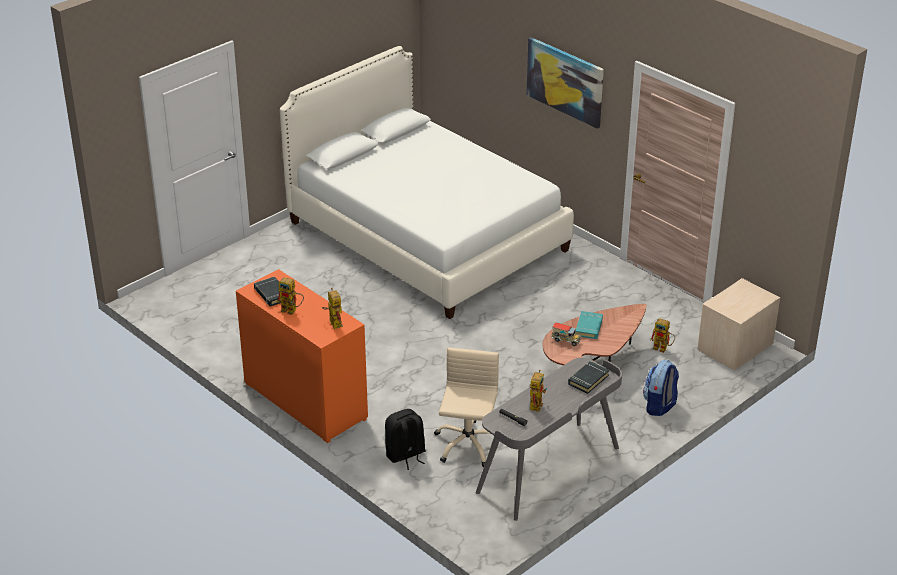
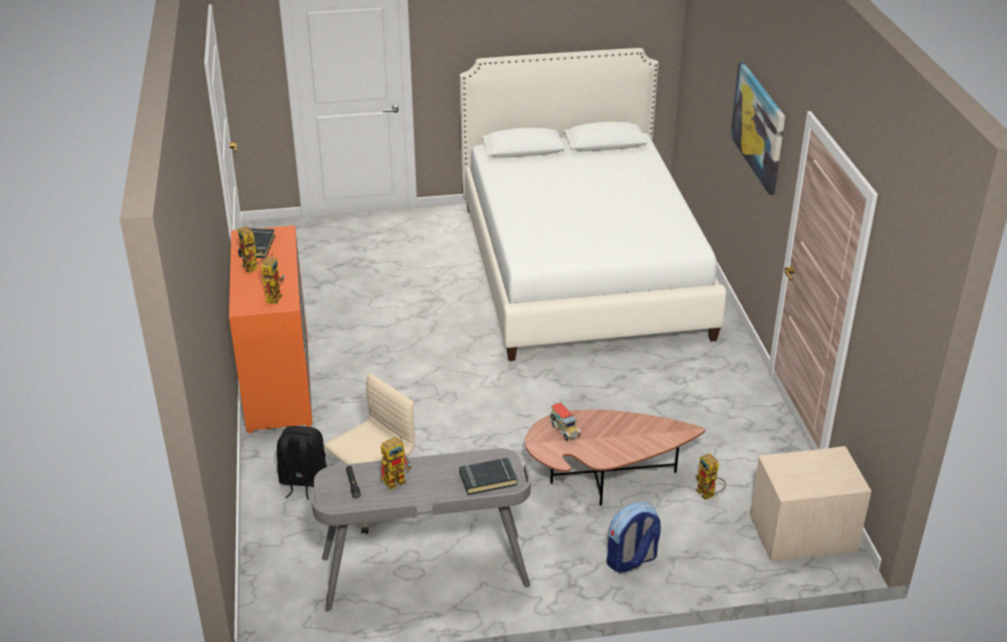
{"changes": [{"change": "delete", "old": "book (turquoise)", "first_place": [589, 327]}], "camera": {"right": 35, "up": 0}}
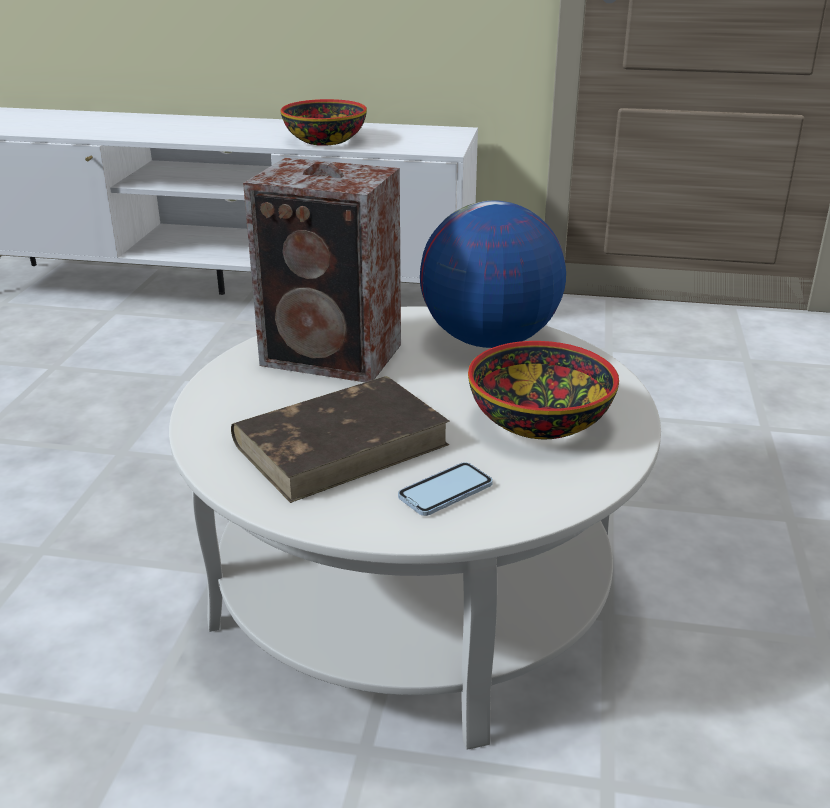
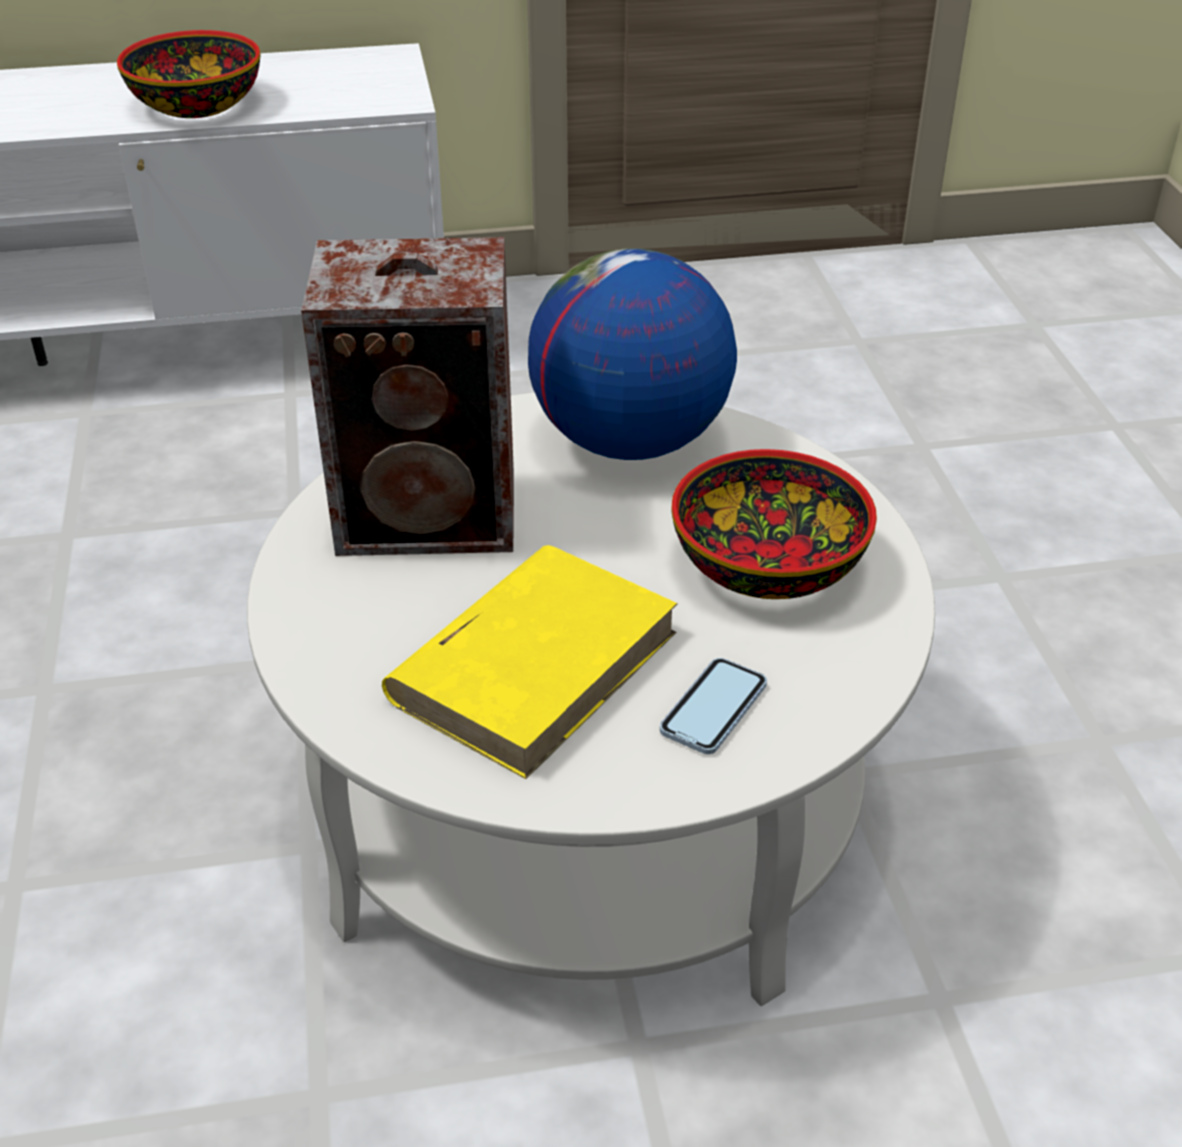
{"changes": [{"change": "recolor", "old": "book (brown)", "new": "book (yellow)", "first_place": [342, 443], "second_place": [535, 664]}], "camera": {"right": -20, "up": 10}}
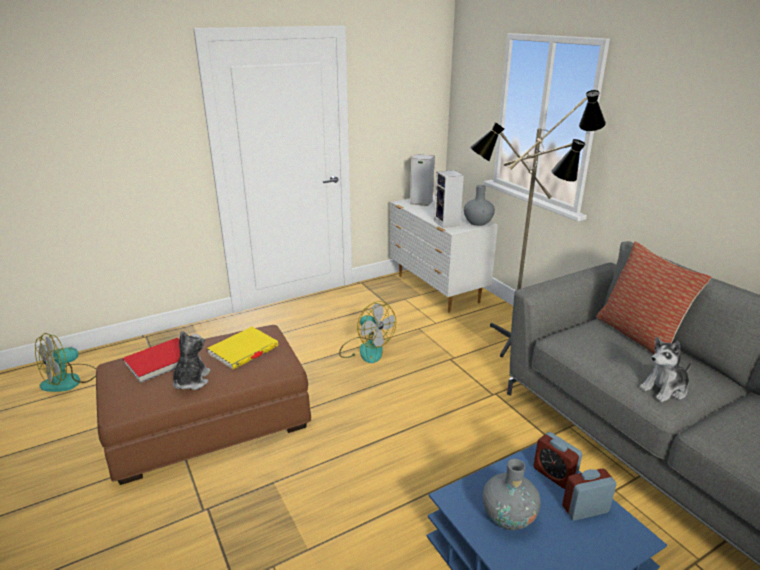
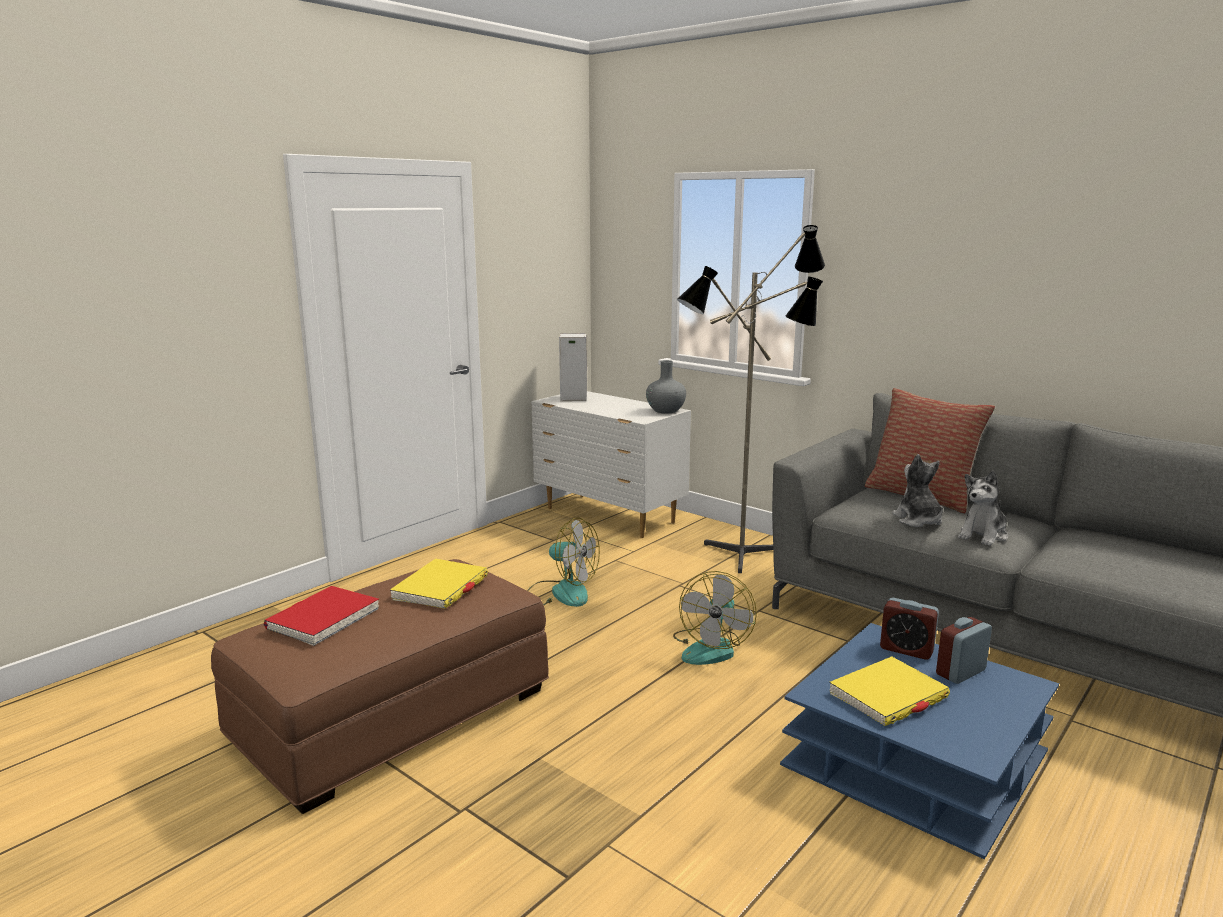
{"changes": [{"change": "move", "old": "fan", "first_place": [70, 380], "second_place": [711, 648]}, {"change": "replace", "old": "vase (grey)", "new": "book (yellow)", "first_place": [508, 516], "second_place": [888, 696]}, {"change": "move", "old": "plush toy", "first_place": [191, 381], "second_place": [917, 520]}, {"change": "delete", "old": "speaker", "first_place": [447, 223]}], "camera": {"right": -20, "up": -10}}
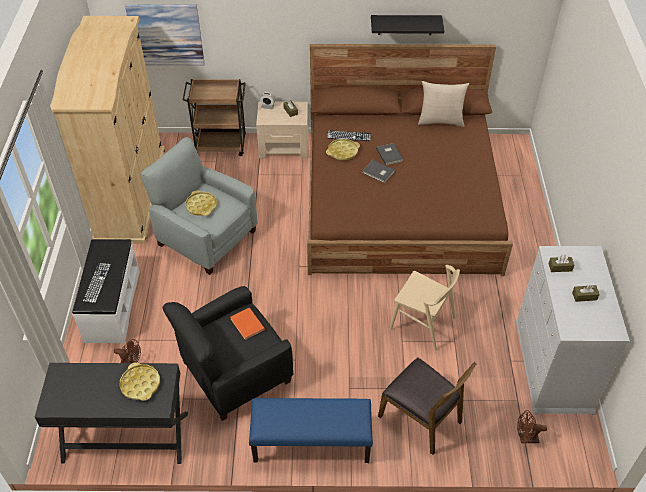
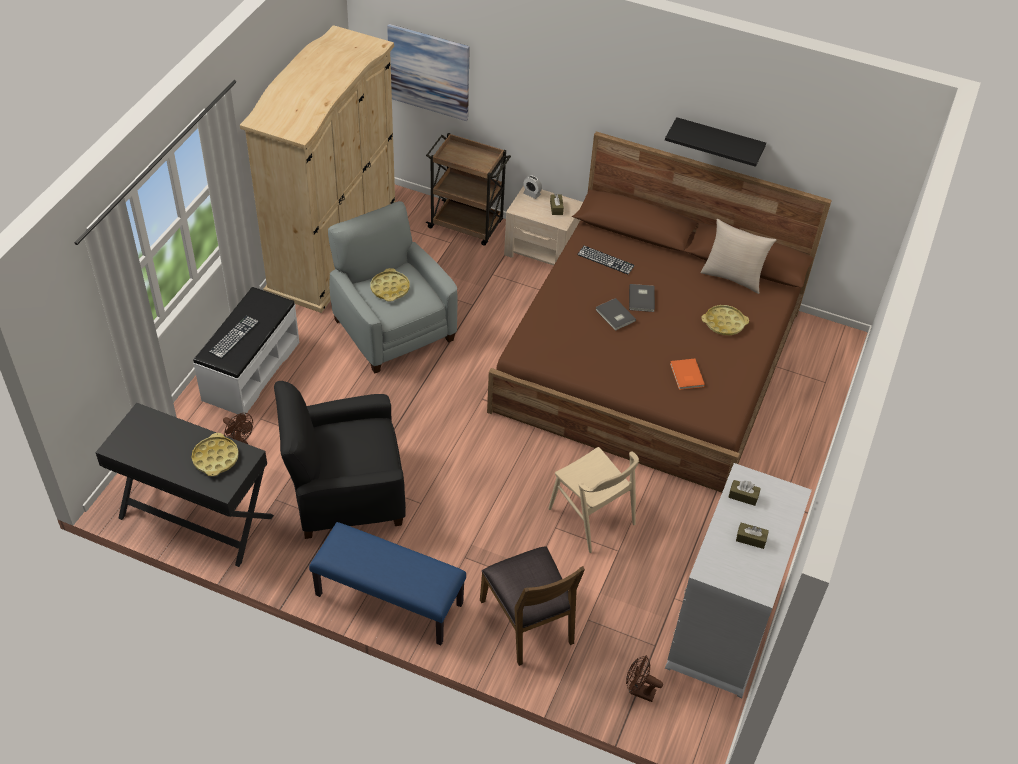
{"changes": [{"change": "move", "old": "book (orange)", "first_place": [246, 325], "second_place": [686, 375]}, {"change": "move", "old": "tray (yellow)", "first_place": [343, 152], "second_place": [724, 323]}], "camera": {"right": 20, "up": 0}}
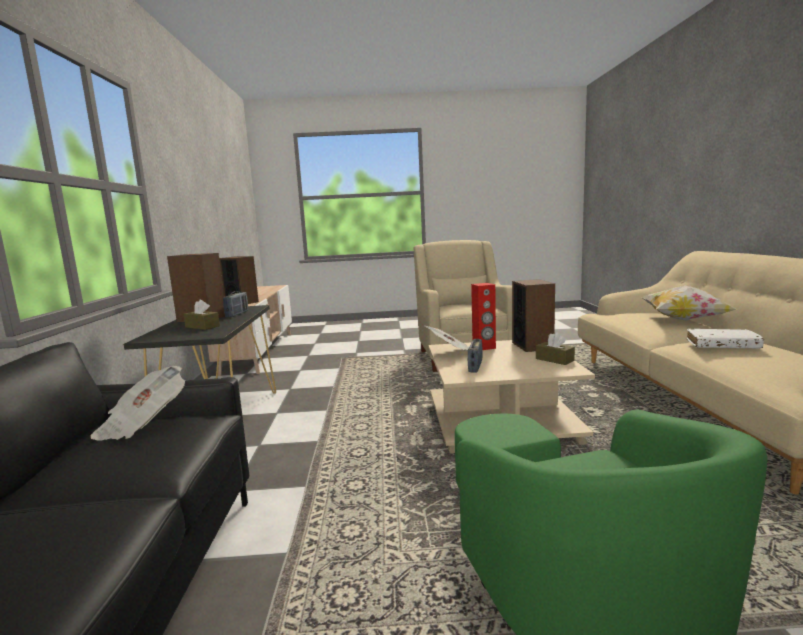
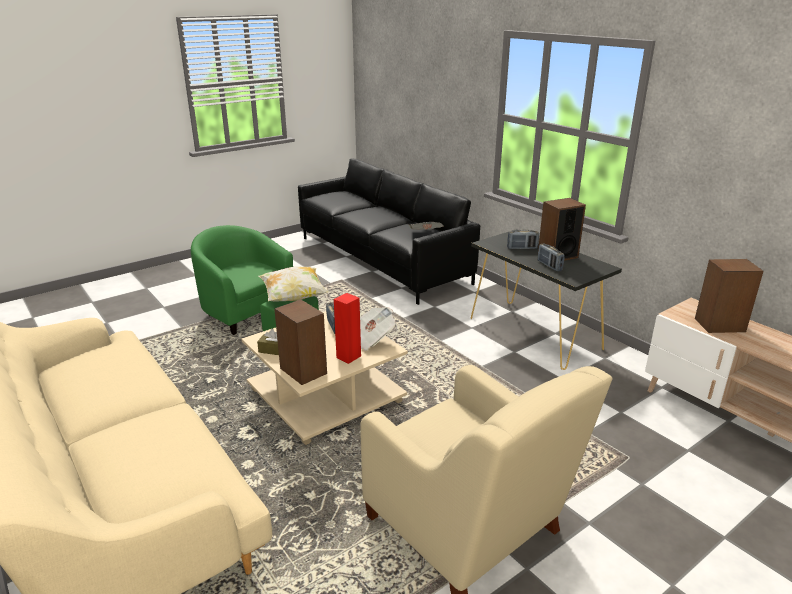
{"changes": [{"change": "move", "old": "pillow", "first_place": [683, 320], "second_place": [294, 297]}, {"change": "replace", "old": "tissue box (brown)", "new": "radio", "first_place": [202, 326], "second_place": [522, 248]}, {"change": "delete", "old": "book (white)", "first_place": [722, 345]}], "camera": {"right": 145, "up": 15}}
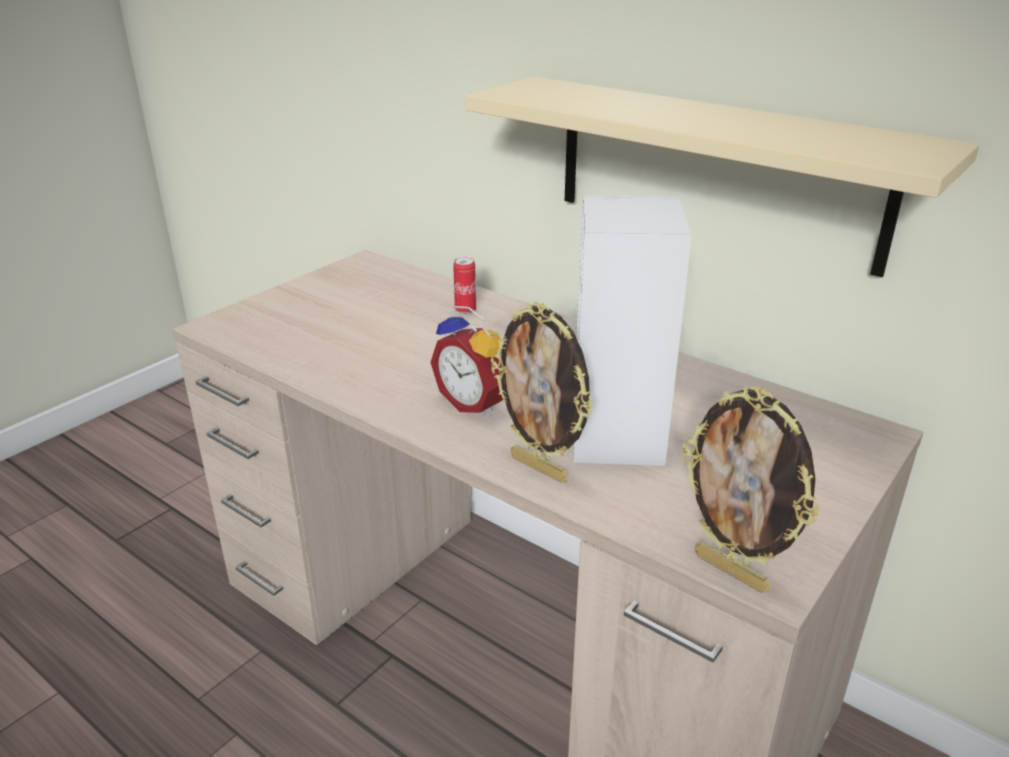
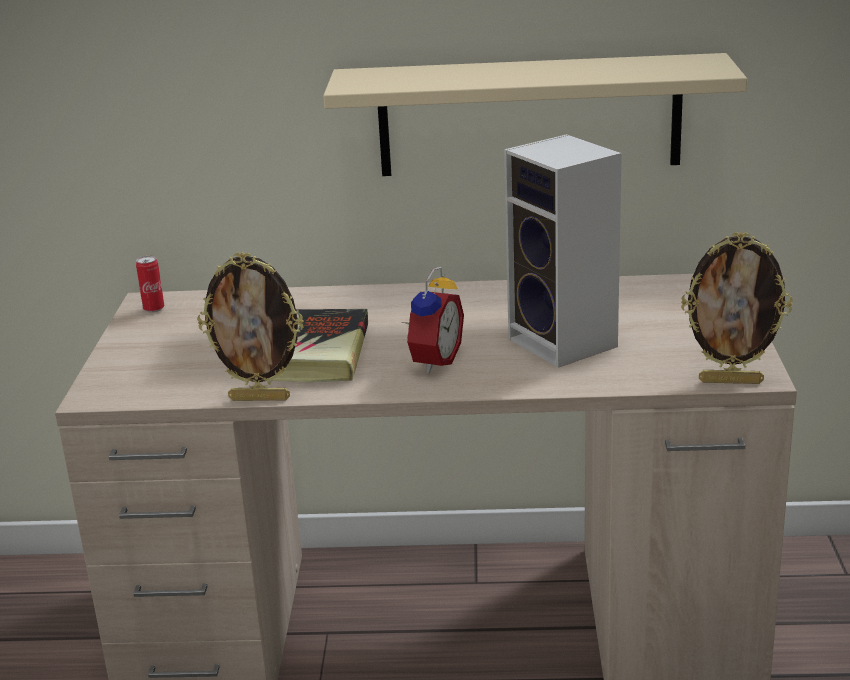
{"changes": [{"change": "move", "old": "can", "first_place": [465, 310], "second_place": [154, 309]}, {"change": "move", "old": "picture frame", "first_place": [540, 468], "second_place": [260, 398]}, {"change": "insert", "new": "book", "second_place": [319, 354]}, {"change": "rotate", "old": "alarm clock", "first_place": [475, 403], "second_place": [432, 361], "degrees": -75}], "camera": {"right": -35, "up": -5}}
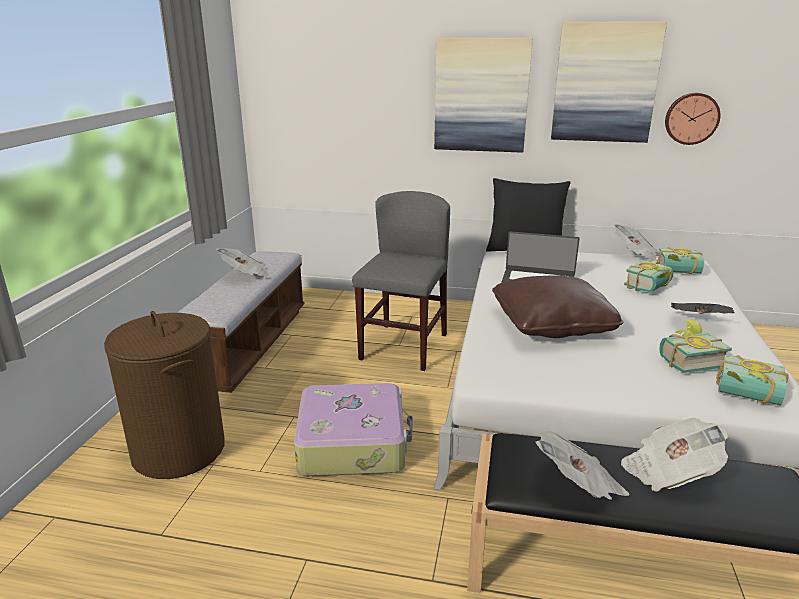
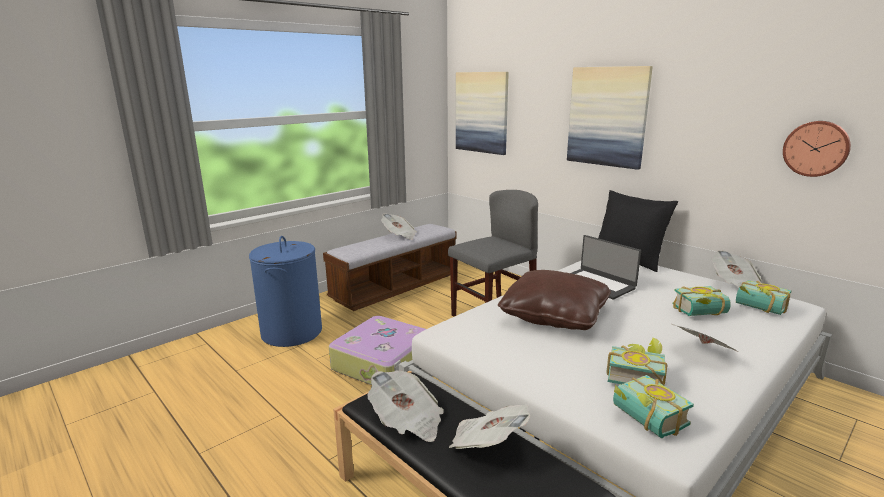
{"changes": [{"change": "recolor", "old": "laundry basket (brown)", "new": "laundry basket (blue)", "first_place": [179, 450], "second_place": [292, 332]}, {"change": "move", "old": "picture", "first_place": [605, 83], "second_place": [482, 112]}], "camera": {"right": 35, "up": -5}}
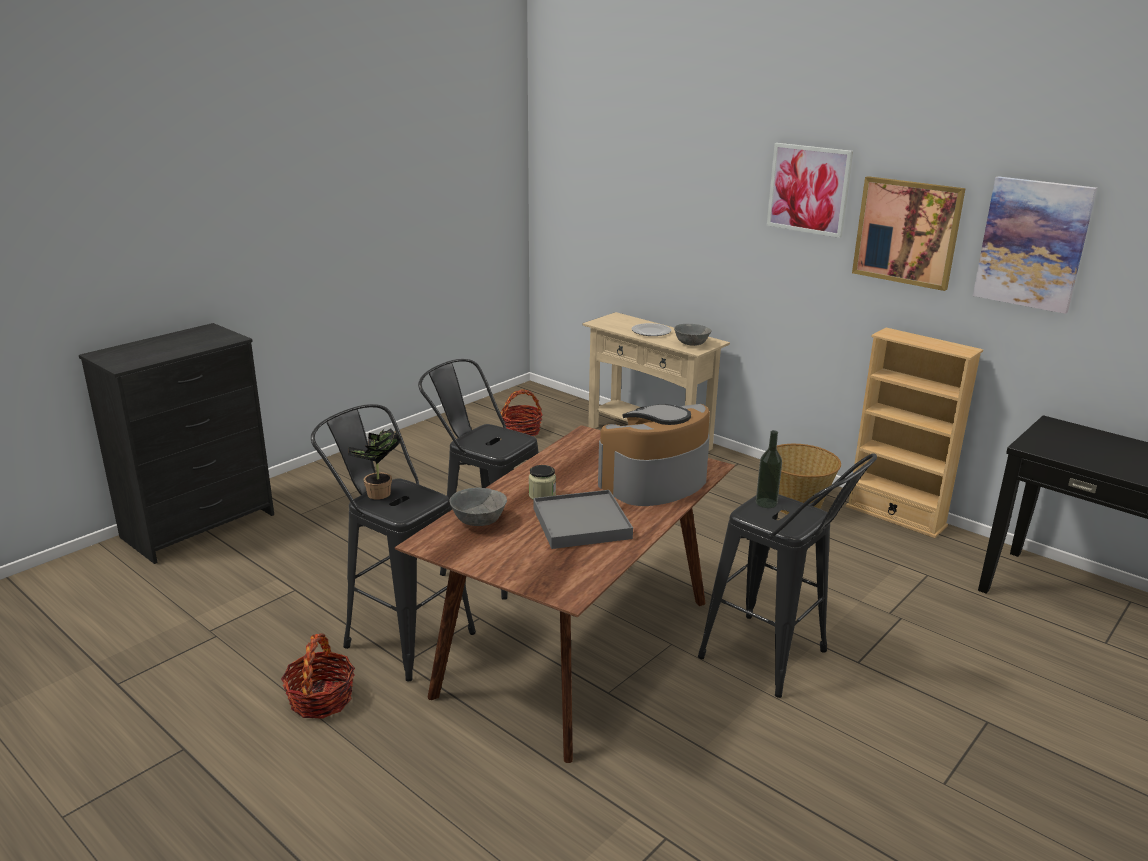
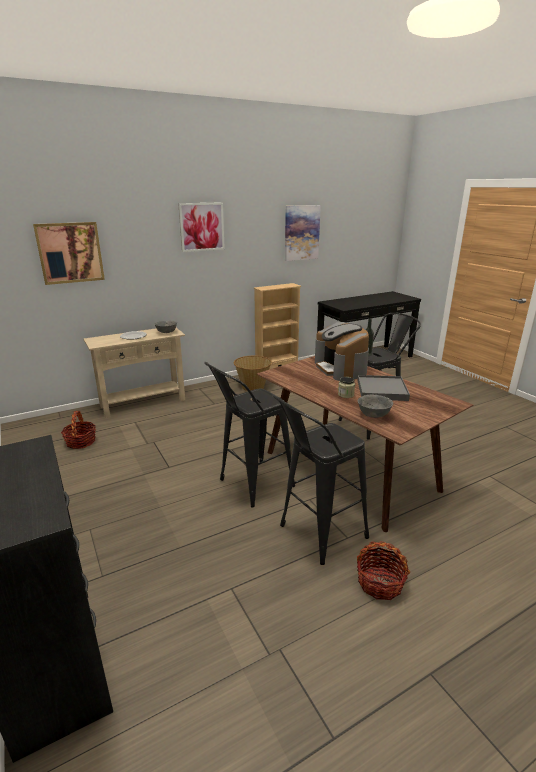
{"changes": [{"change": "move", "old": "picture", "first_place": [907, 232], "second_place": [70, 253]}, {"change": "delete", "old": "potted plant", "first_place": [377, 495]}], "camera": {"right": -70, "up": 0}}
